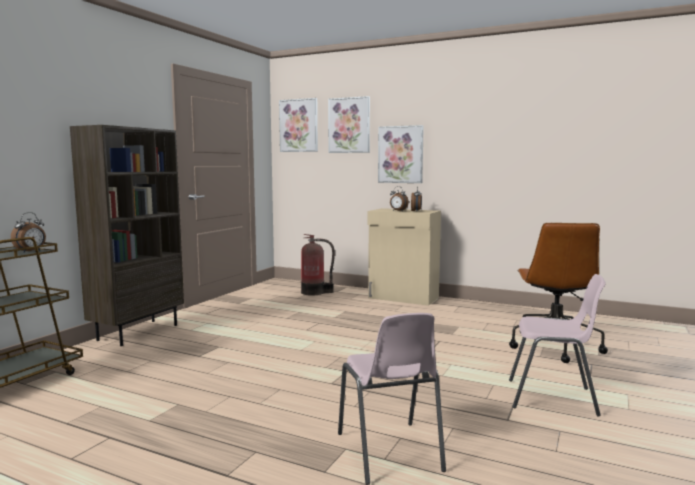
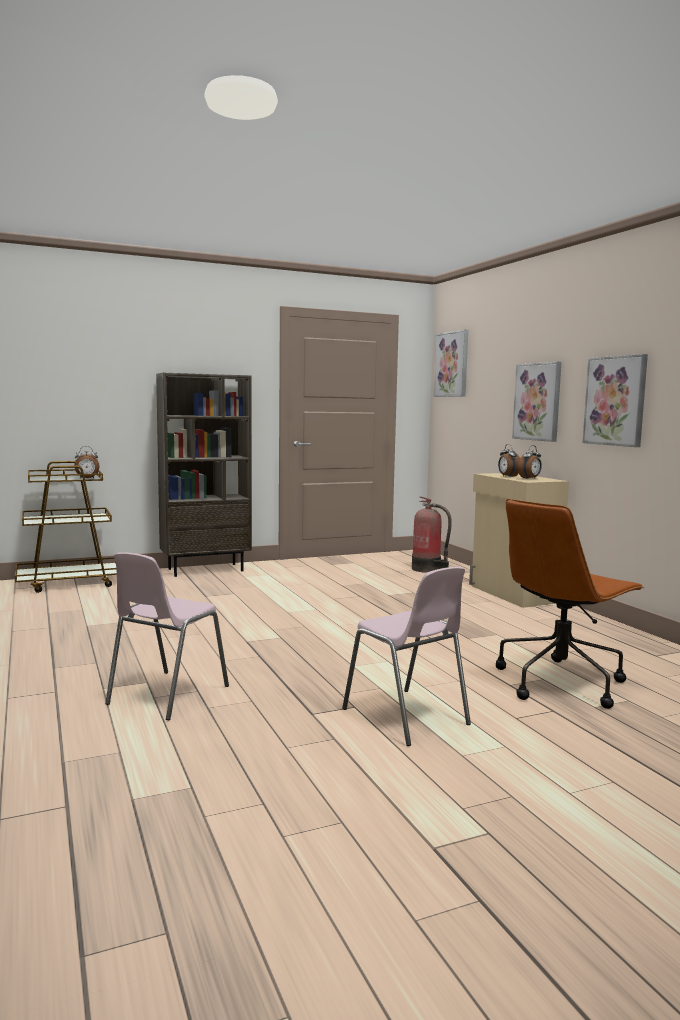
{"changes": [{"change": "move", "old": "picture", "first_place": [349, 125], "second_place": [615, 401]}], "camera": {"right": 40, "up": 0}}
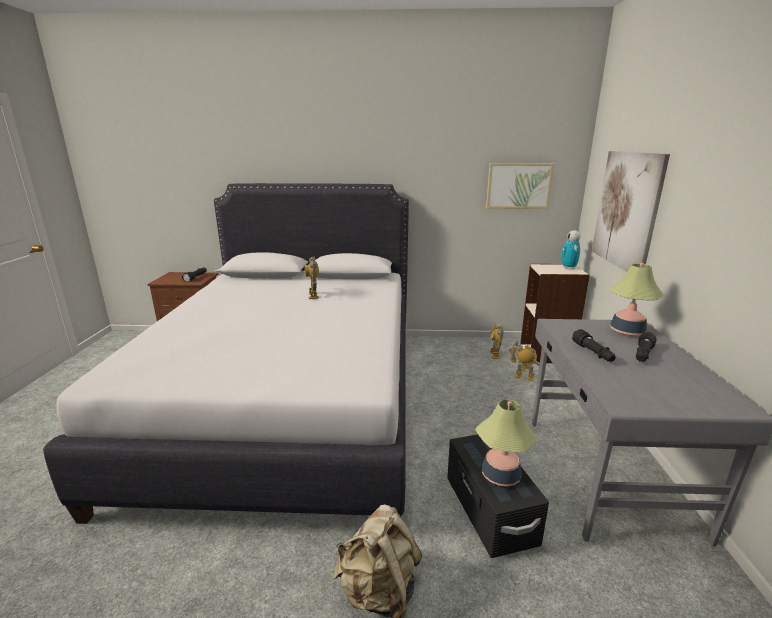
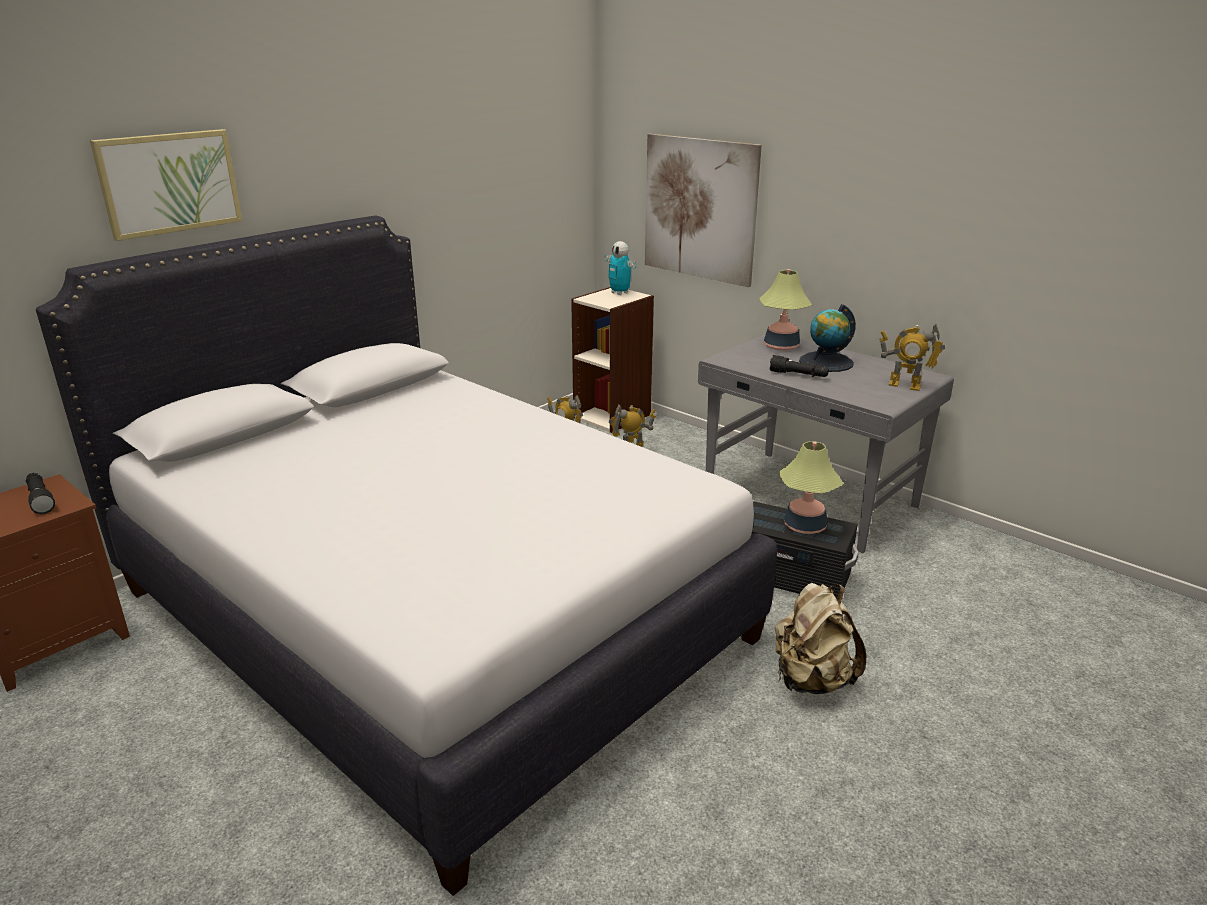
{"changes": [{"change": "move", "old": "picture", "first_place": [518, 186], "second_place": [169, 183]}, {"change": "replace", "old": "flashlight (black)", "new": "globe", "first_place": [643, 355], "second_place": [826, 362]}, {"change": "move", "old": "toy robot", "first_place": [313, 295], "second_place": [904, 385]}], "camera": {"right": -50, "up": 5}}
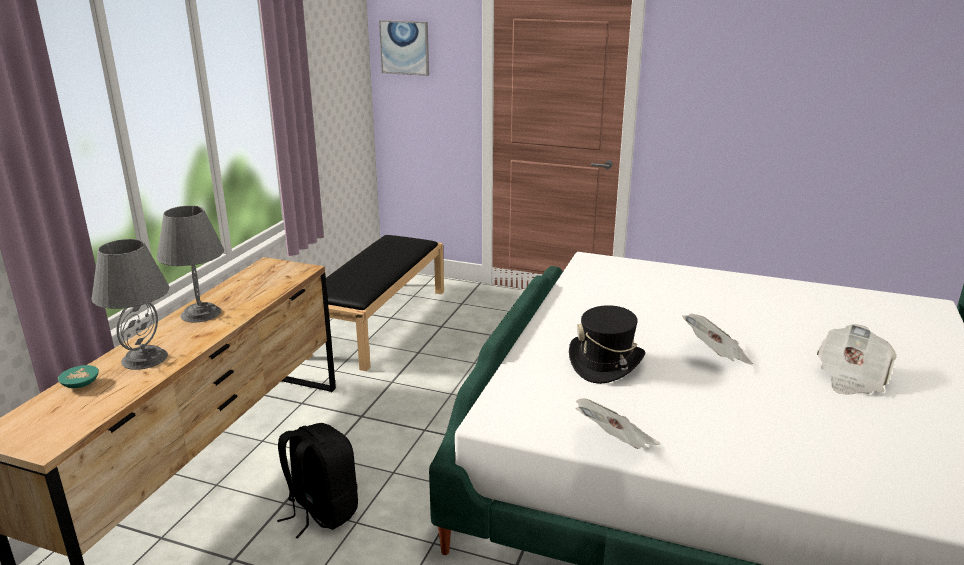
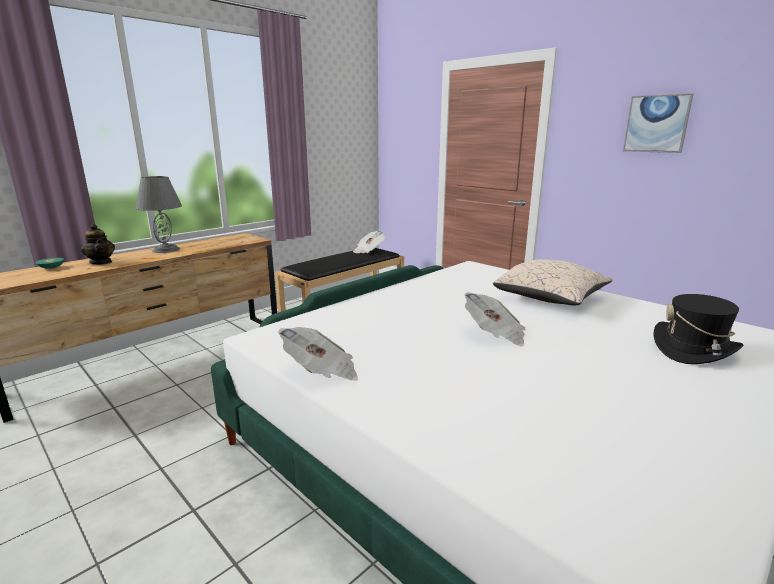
{"changes": [{"change": "replace", "old": "table lamp (grey)", "new": "teapot", "first_place": [144, 358], "second_place": [101, 262]}, {"change": "move", "old": "newspaper", "first_place": [851, 378], "second_place": [369, 251]}, {"change": "insert", "new": "pillow (beige)", "second_place": [551, 298]}, {"change": "move", "old": "picture", "first_place": [405, 47], "second_place": [656, 124]}, {"change": "move", "old": "hat (black)", "first_place": [606, 363], "second_place": [694, 349]}, {"change": "delete", "old": "backpack (black)", "first_place": [321, 512]}], "camera": {"right": 25, "up": -5}}
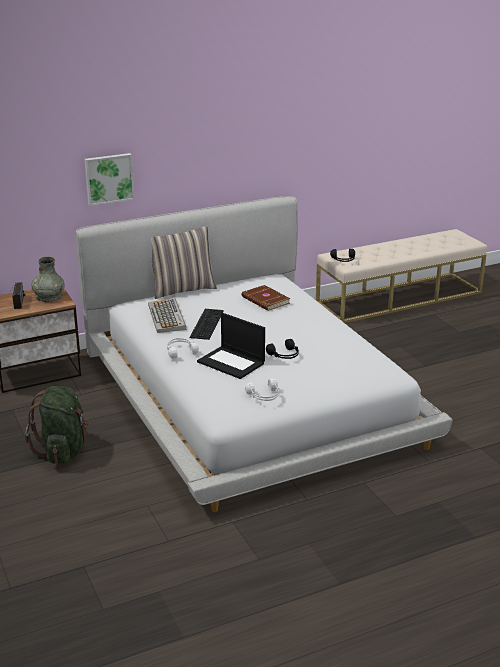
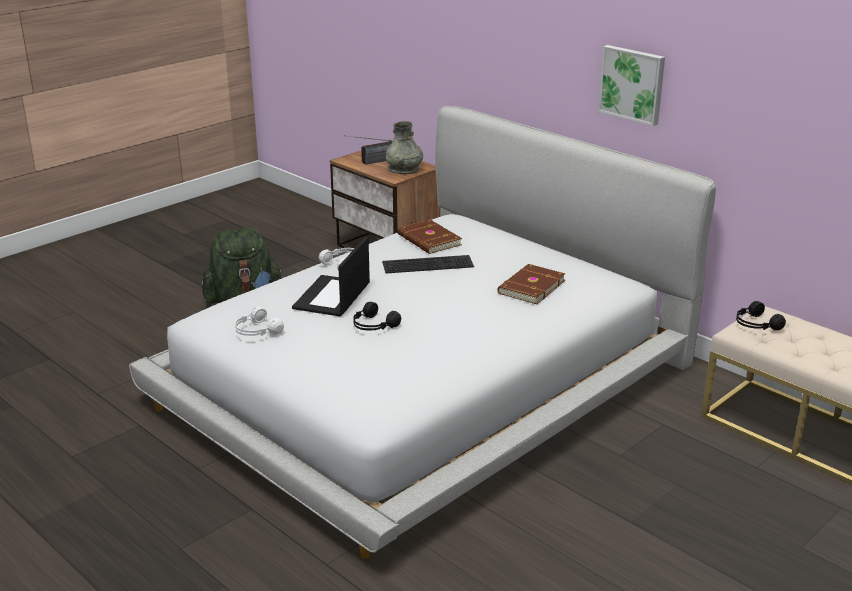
{"changes": [{"change": "replace", "old": "keyboard", "new": "book (brown)", "first_place": [167, 317], "second_place": [428, 240]}, {"change": "move", "old": "picture", "first_place": [109, 178], "second_place": [632, 84]}, {"change": "delete", "old": "pillow", "first_place": [182, 289]}], "camera": {"right": 70, "up": 0}}
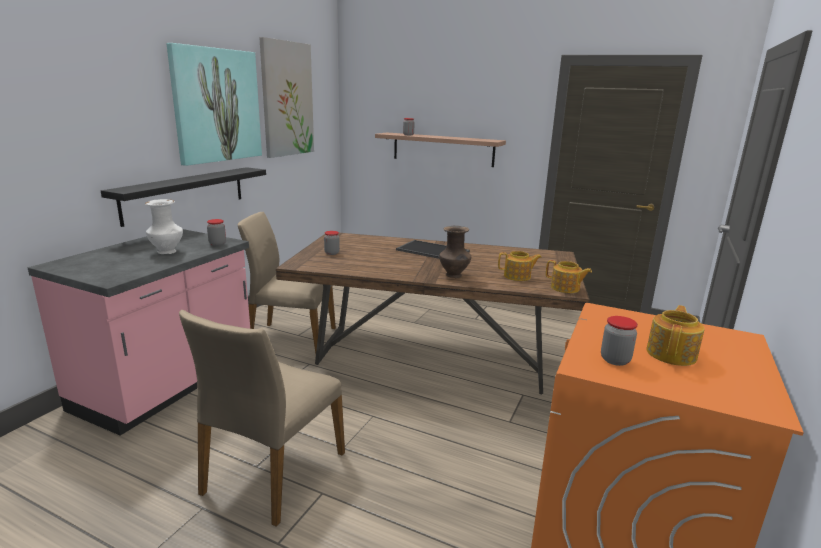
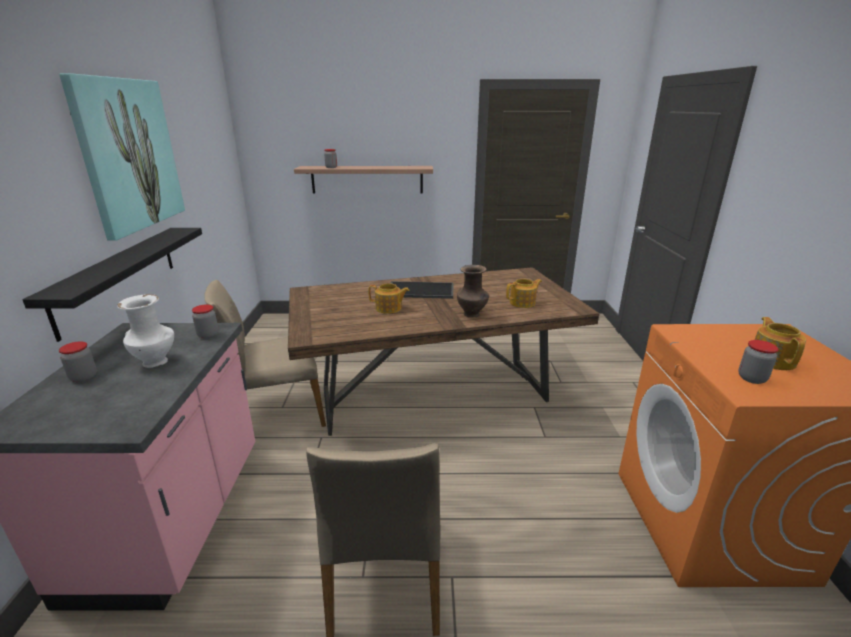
{"changes": [{"change": "move", "old": "jar", "first_place": [332, 253], "second_place": [83, 377]}, {"change": "move", "old": "teapot", "first_place": [565, 288], "second_place": [389, 308]}, {"change": "delete", "old": "picture", "first_place": [287, 99]}], "camera": {"right": -25, "up": 5}}
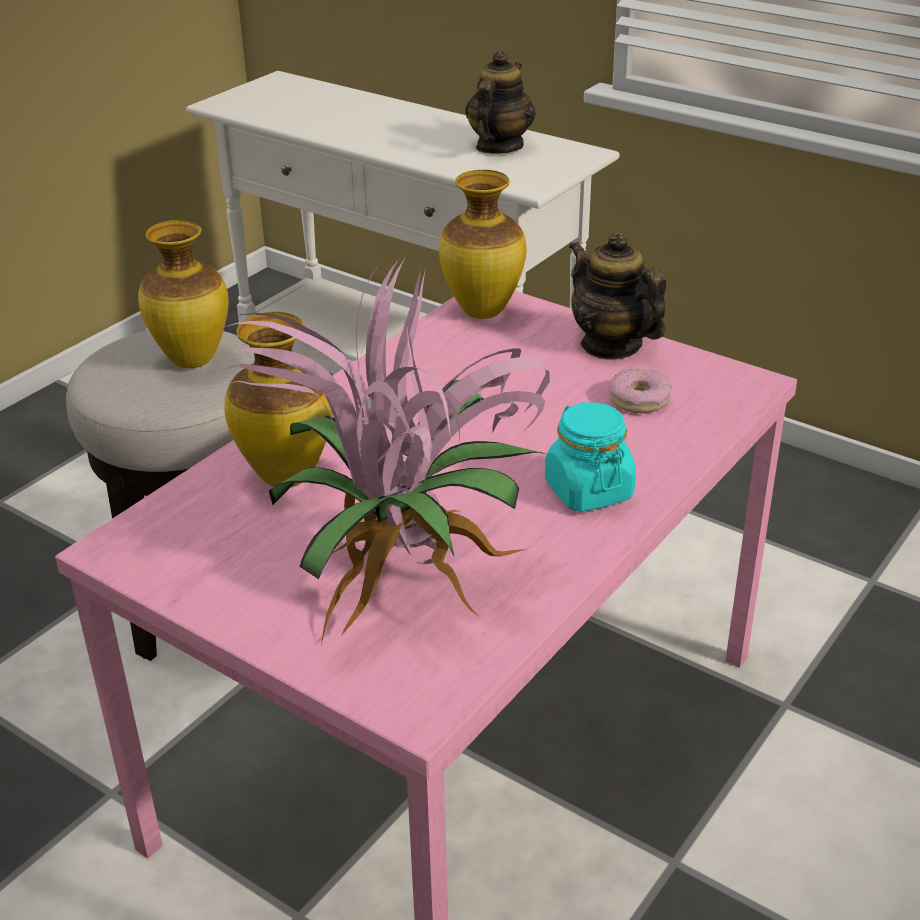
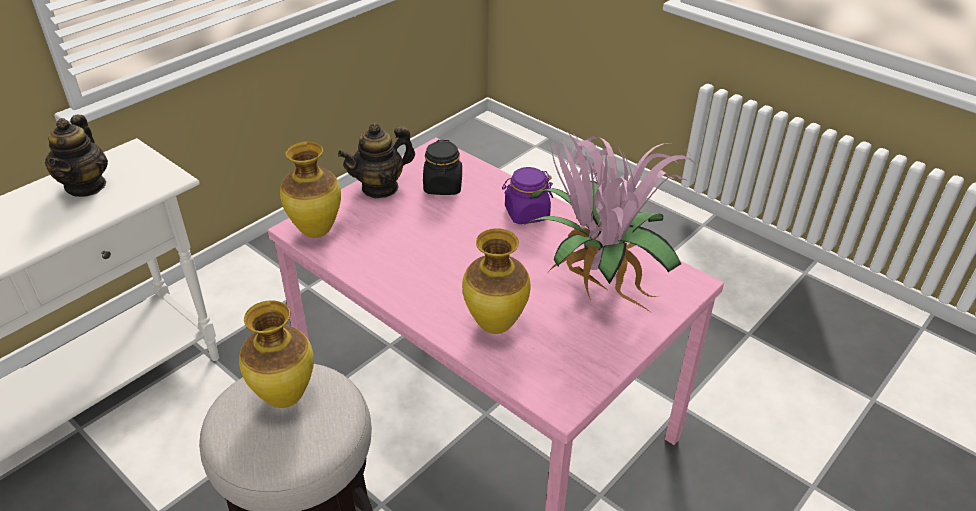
{"changes": [{"change": "rotate", "old": "teapot", "first_place": [499, 147], "second_place": [86, 186], "degrees": -120}, {"change": "replace", "old": "donut", "new": "jar (black)", "first_place": [638, 399], "second_place": [443, 186]}, {"change": "recolor", "old": "jar (turquoise)", "new": "jar (purple)", "first_place": [588, 490], "second_place": [526, 213]}], "camera": {"right": -85, "up": 5}}
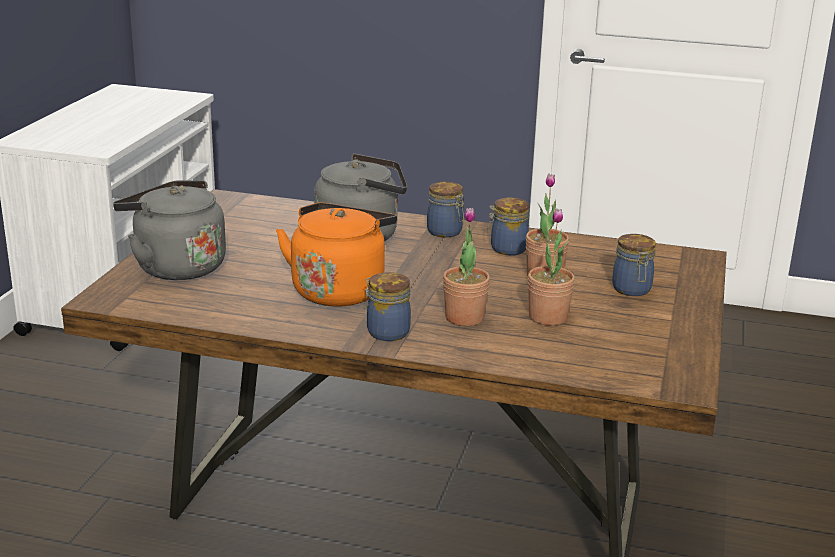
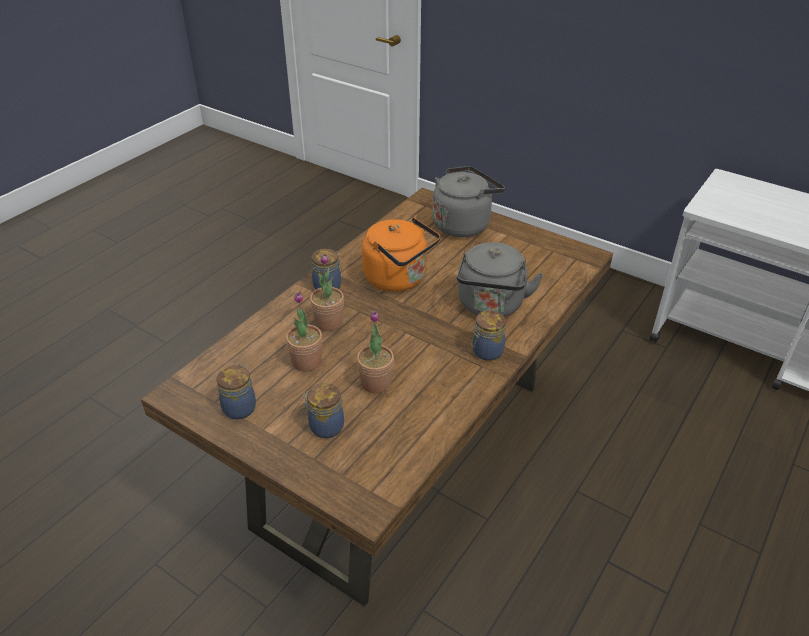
{"changes": [{"change": "move", "old": "jar", "first_place": [507, 249], "second_place": [240, 407]}], "camera": {"right": 110, "up": 15}}
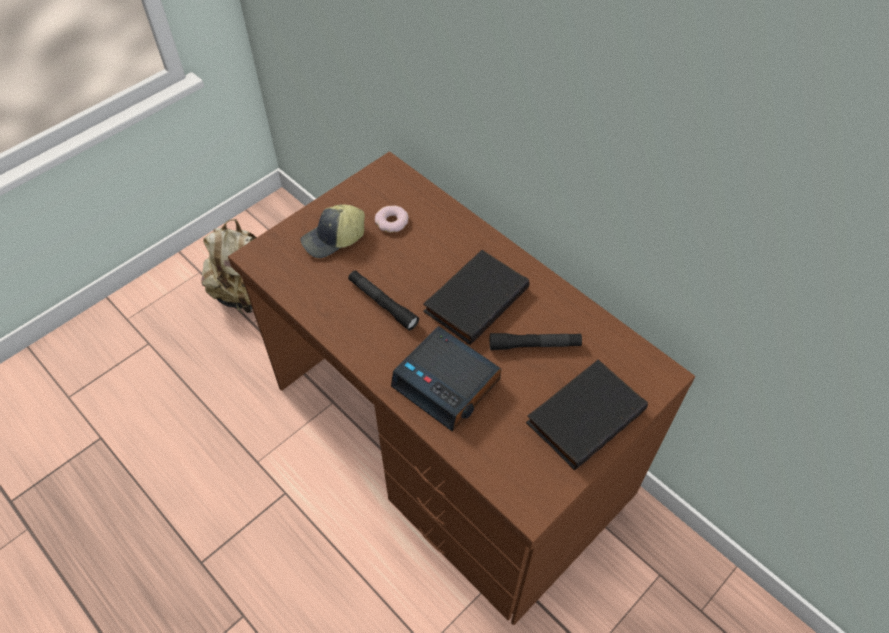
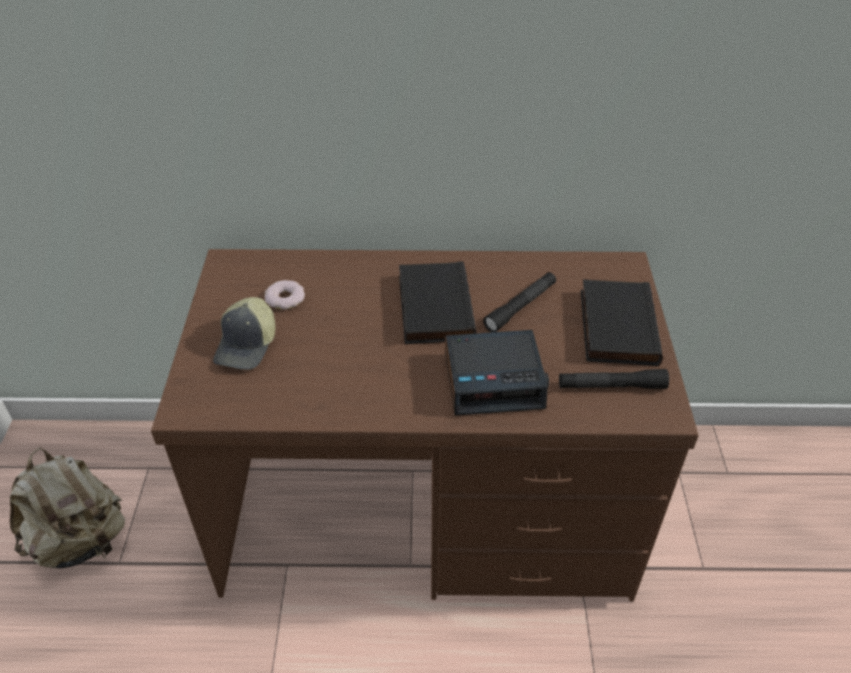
{"changes": [{"change": "move", "old": "flashlight (black)", "first_place": [382, 303], "second_place": [611, 386]}], "camera": {"right": -45, "up": -10}}
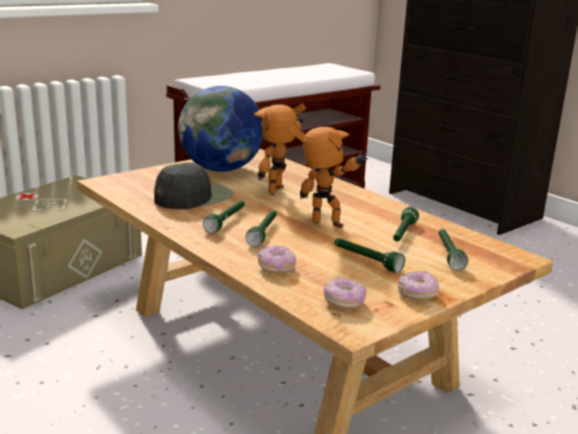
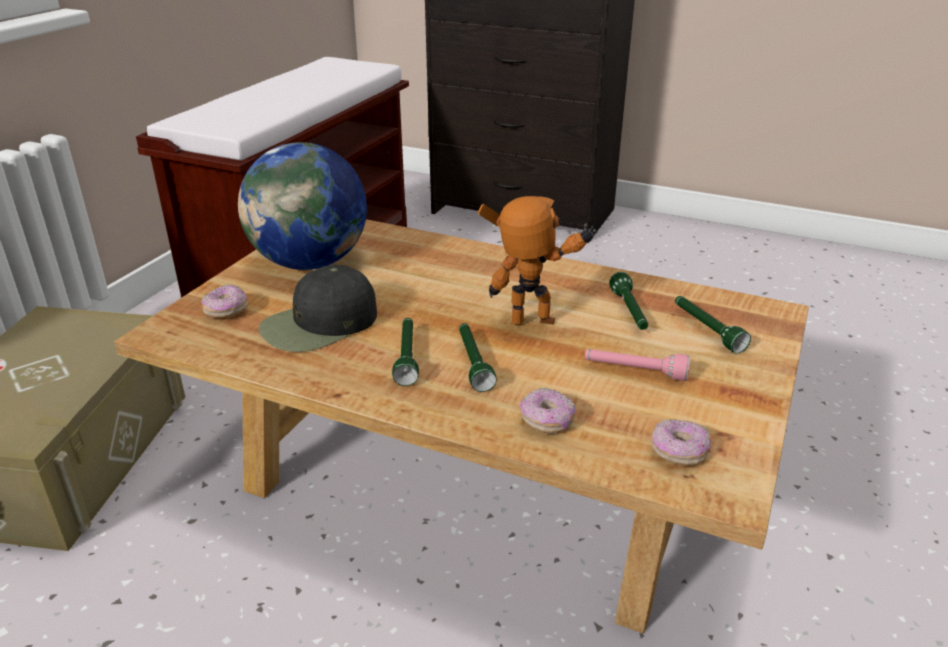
{"changes": [{"change": "move", "old": "donut", "first_place": [417, 295], "second_place": [226, 311]}, {"change": "rotate", "old": "cap (black)", "first_place": [193, 197], "second_place": [319, 324], "degrees": -150}, {"change": "recolor", "old": "flashlight (green)", "new": "flashlight (pink)", "first_place": [366, 261], "second_place": [634, 371]}, {"change": "delete", "old": "toy robot", "first_place": [280, 191]}], "camera": {"right": -25, "up": 10}}
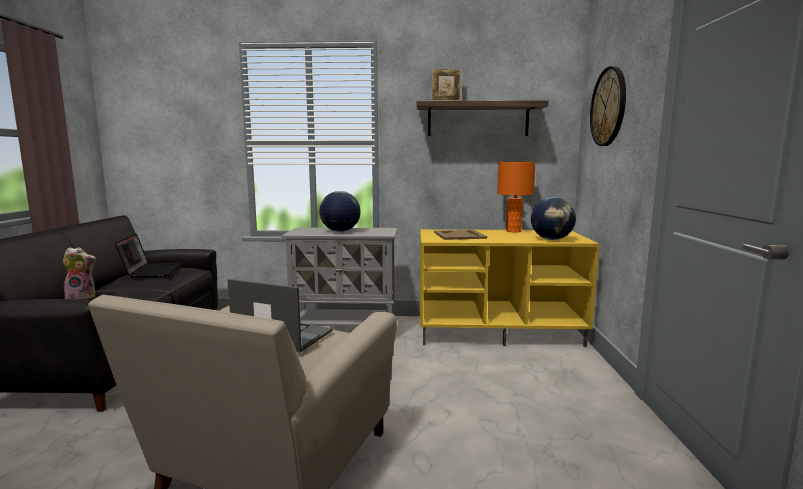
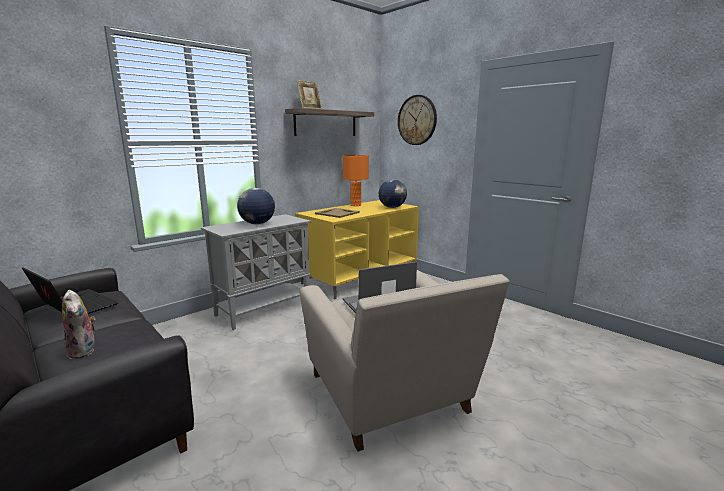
{"changes": [{"change": "rotate", "old": "plush toy", "first_place": [82, 297], "second_place": [84, 351], "degrees": 105}], "camera": {"right": -45, "up": 5}}
